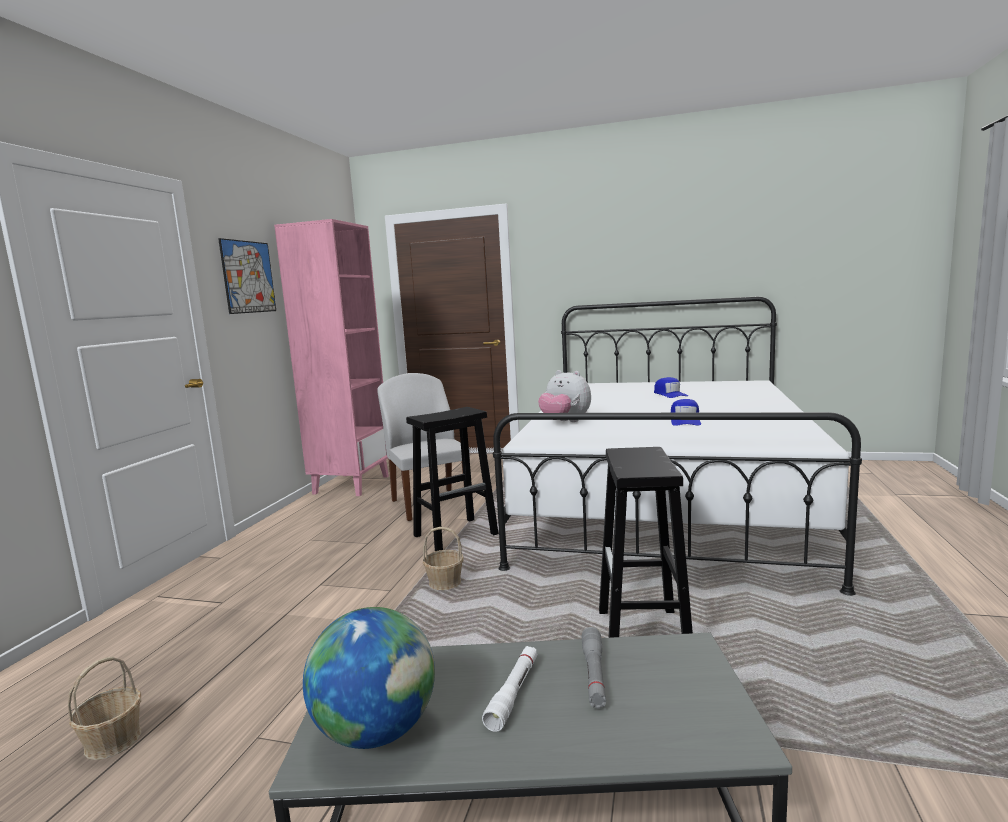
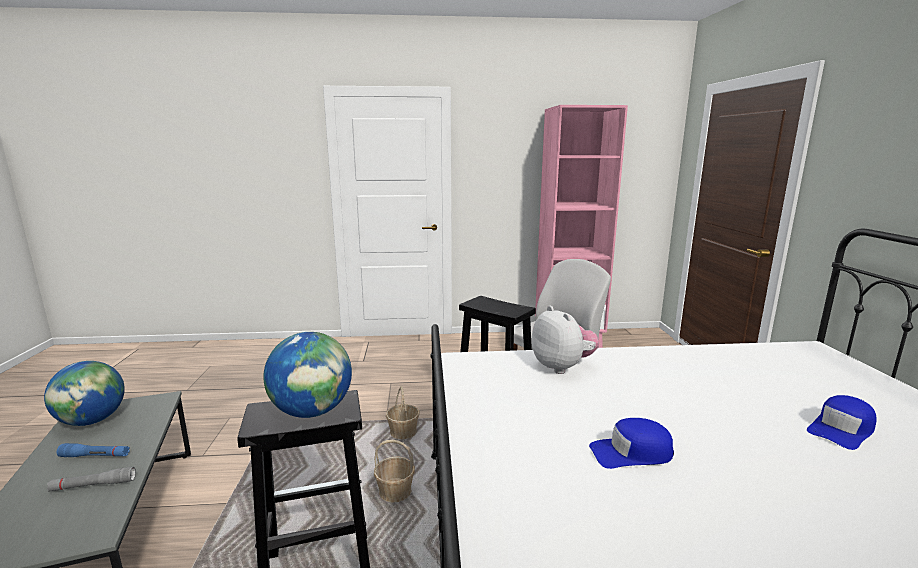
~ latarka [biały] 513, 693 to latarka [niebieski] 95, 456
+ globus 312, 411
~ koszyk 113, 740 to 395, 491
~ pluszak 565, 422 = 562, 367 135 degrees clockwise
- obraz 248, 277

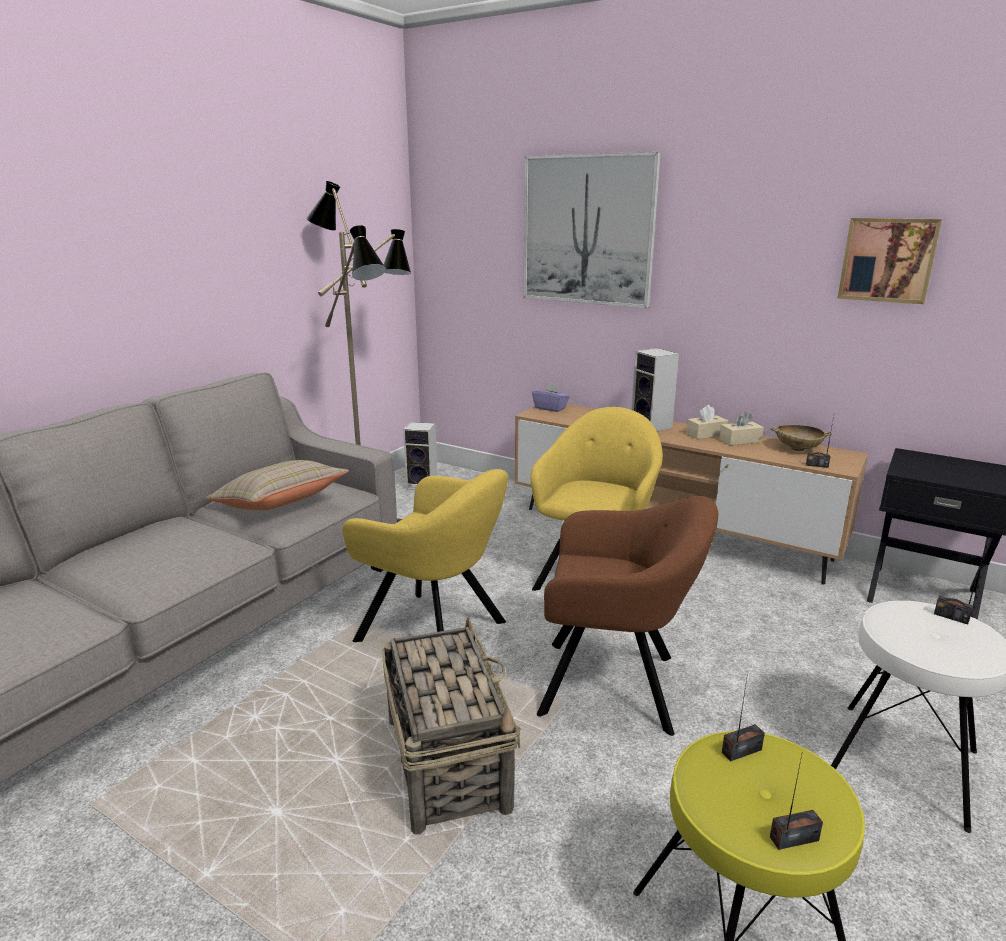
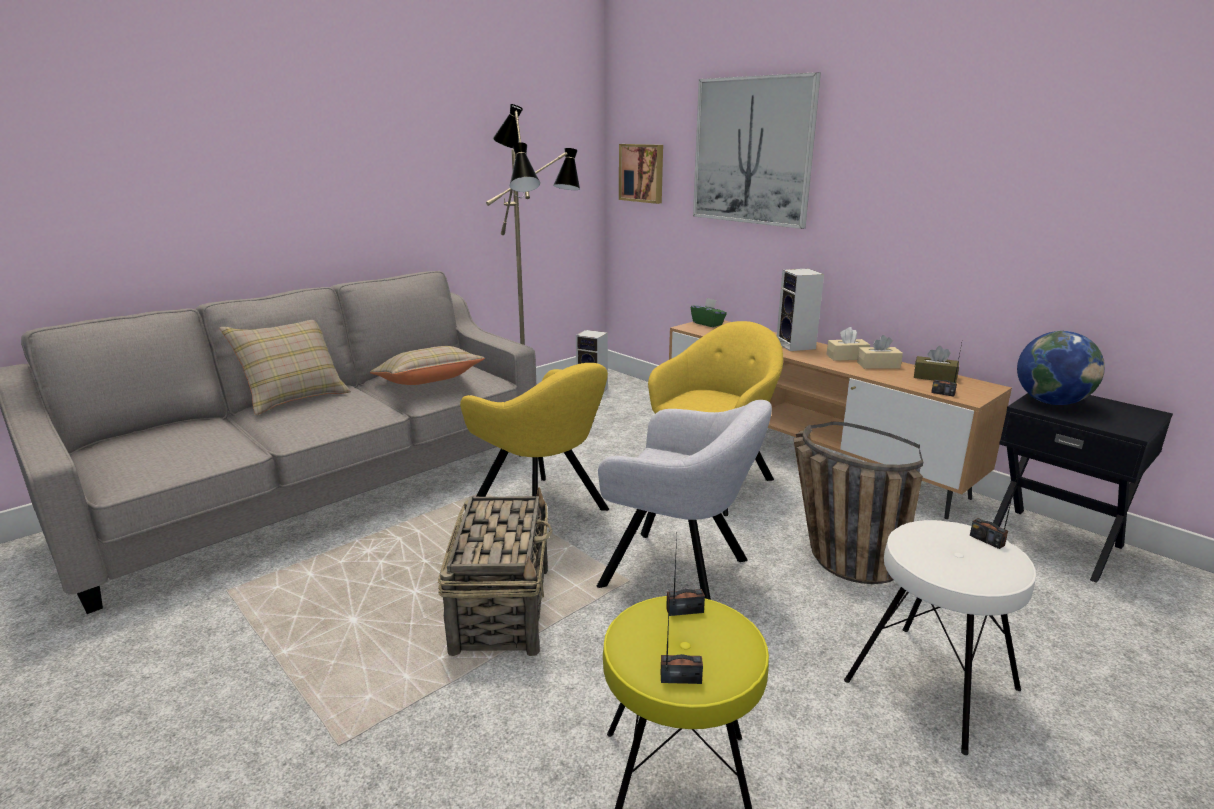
+ poduszka [beżowy] 294, 397
~ fotel [brązowy] 615, 686 to fotel [szary] 681, 575
~ obraz 888, 260 to 642, 173
~ pudełko chusteczek [fioletowy] 550, 408 to pudełko chusteczek [zielony] 708, 323
+ koszyk 834, 557
~ miska [beżowy] 797, 449 to pudełko chusteczek [brązowy] 934, 377
+ globus 1051, 402

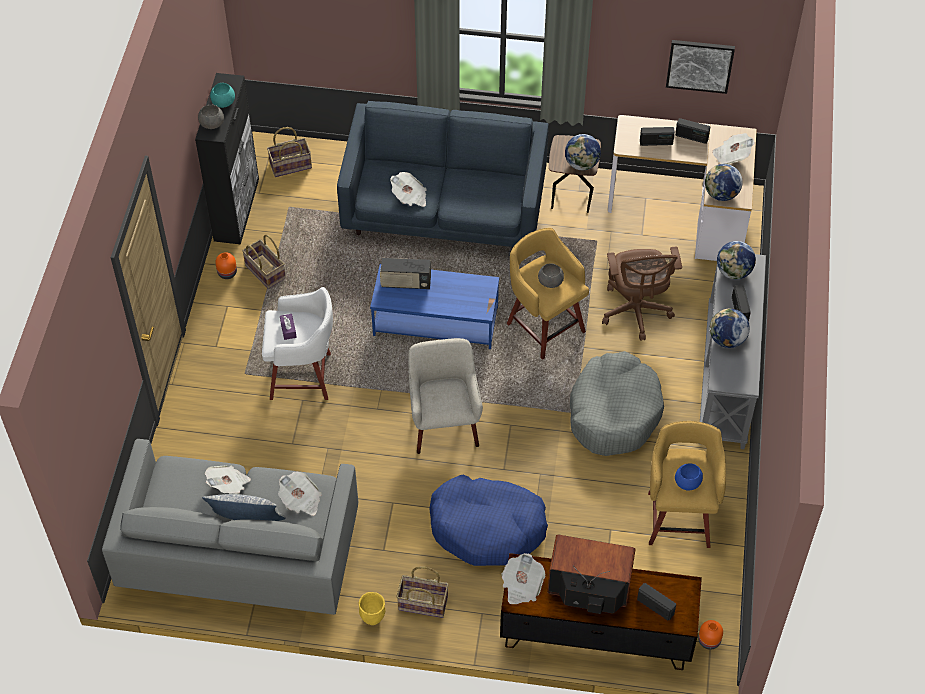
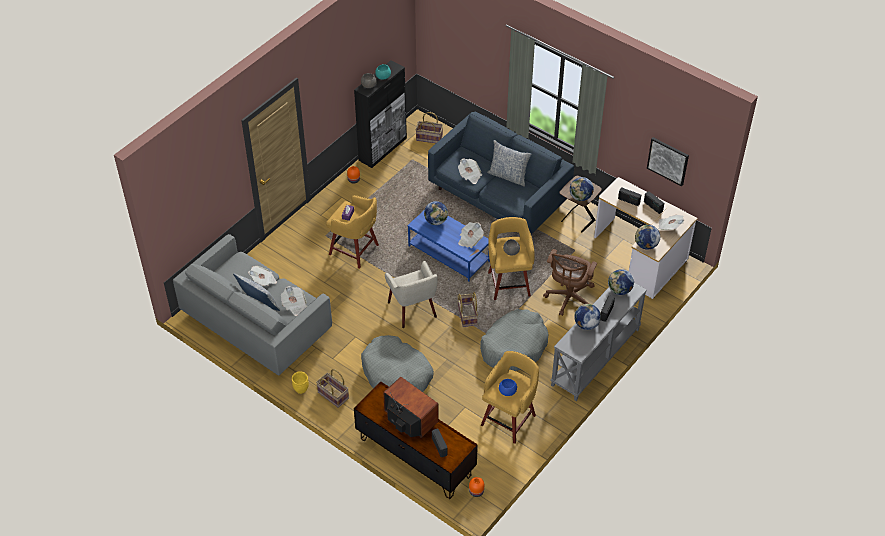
~ stołek [biały] 303, 376 to stołek [żółty] 355, 251
~ legowisko [niebieski] 487, 527 to legowisko [szary] 396, 373
~ fotel [beżowy] 444, 425 = 413, 309 135 degrees clockwise
~ radio 405, 283 to globus 436, 221
~ koszyk 264, 272 to 466, 315
~ gazeta 521, 586 to 470, 240
+ poduszka 508, 176

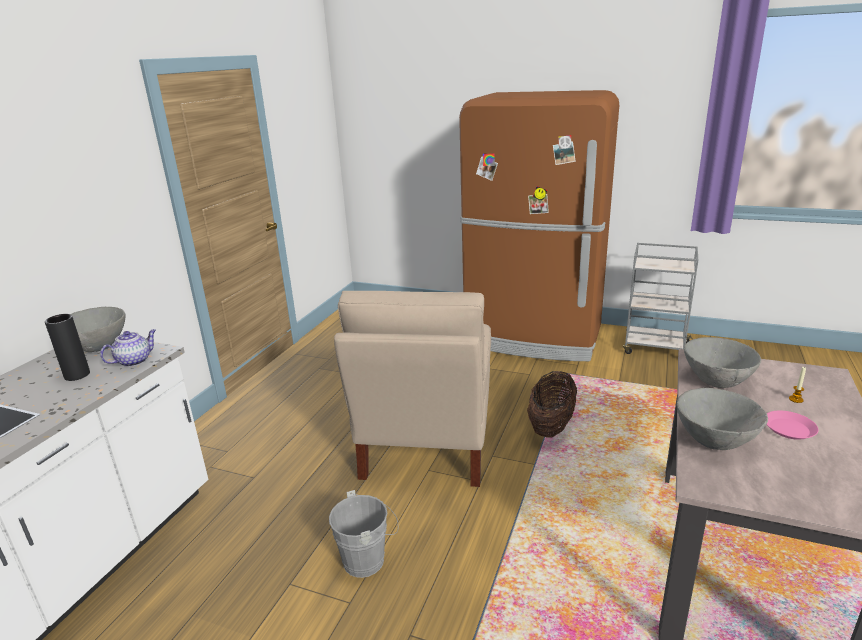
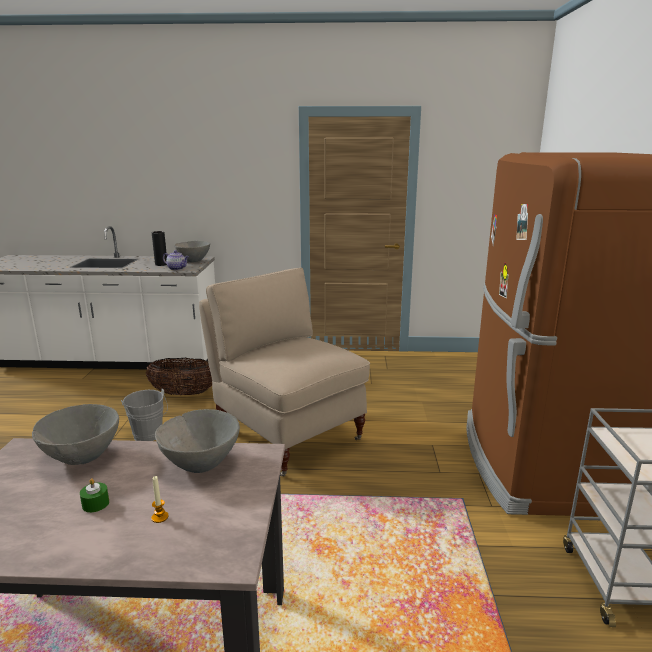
~ talerz [różowy] 789, 428 to świeca [zielony] 95, 504
~ koszyk 551, 425 to 184, 394
~ krzesło [beżowy] 427, 442 = 286, 433 60 degrees clockwise

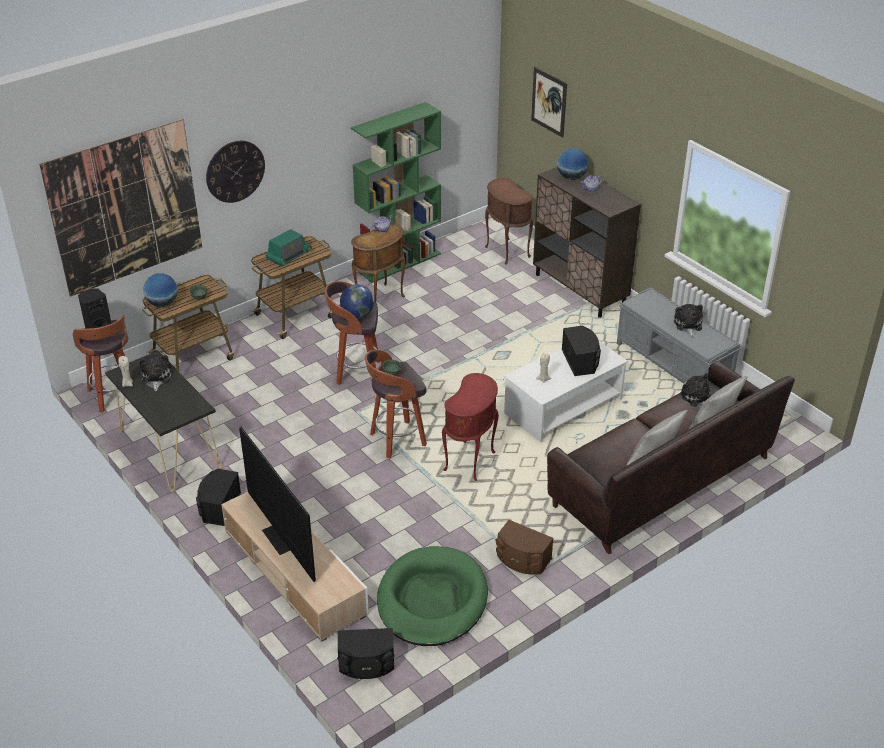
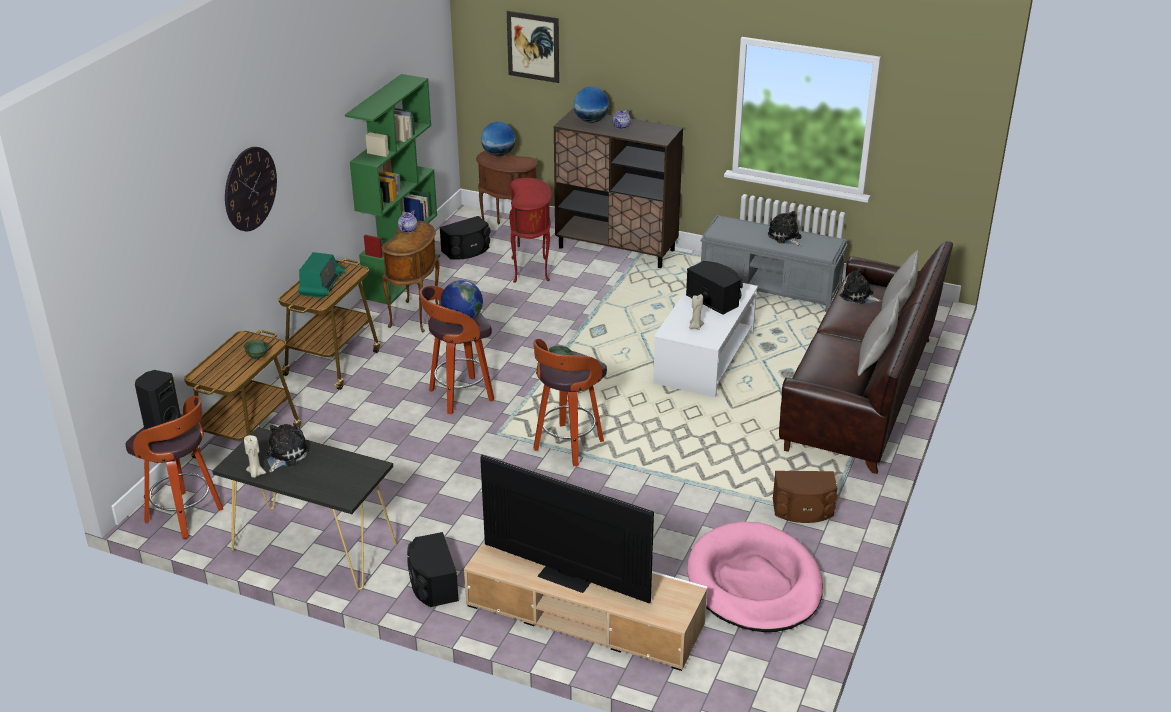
~ pluszak 155, 377 = 285, 455 60 degrees clockwise
~ głośnik [czarny] 366, 664 to 467, 250
~ globus 162, 303 to 498, 154
~ stolik [czerwony] 471, 462 to 532, 270
~ legowisko [zielony] 432, 600 to legowisko [różowy] 754, 583
- obraz 125, 208

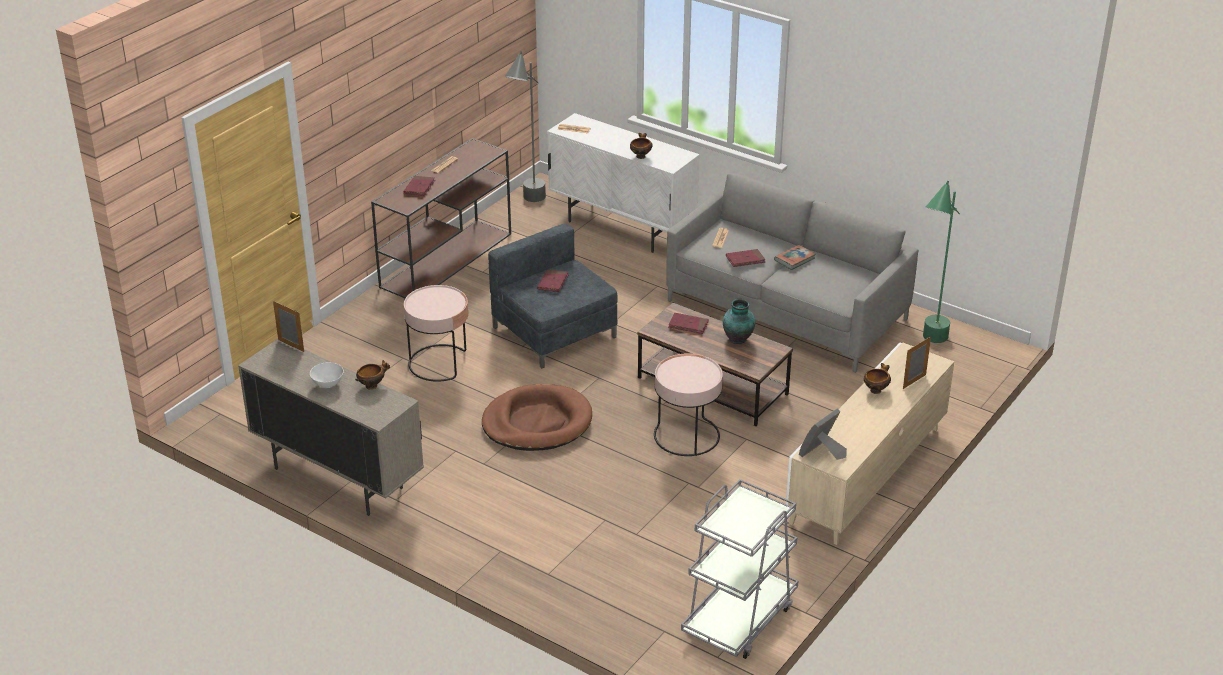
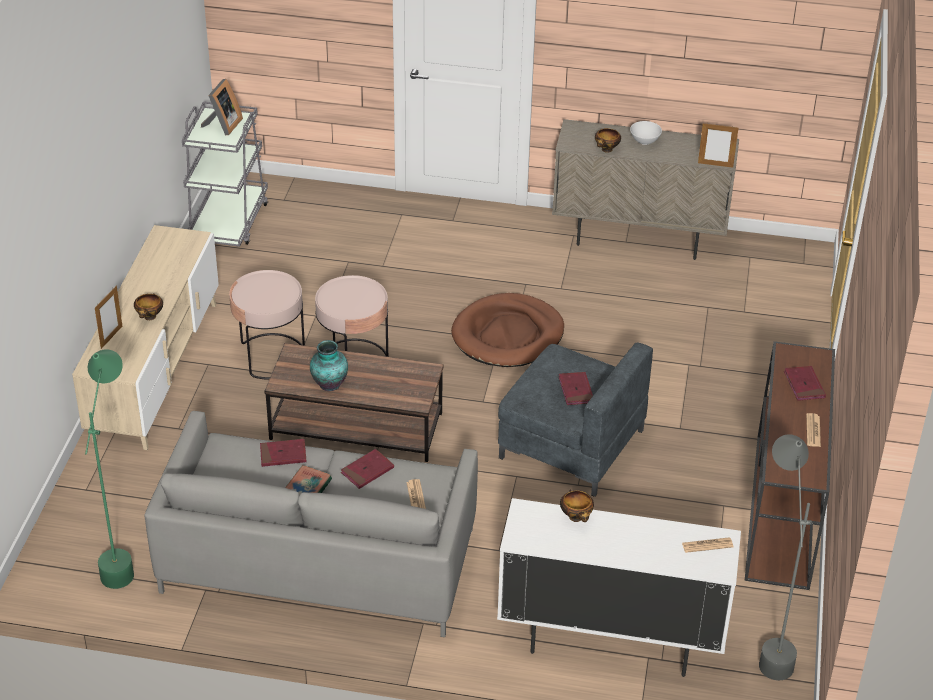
~ ramka na zdjęcie 822, 453 to 223, 126
~ stolik [różowy] 439, 363 to 270, 357
~ książka [czerwony] 688, 325 to 283, 455

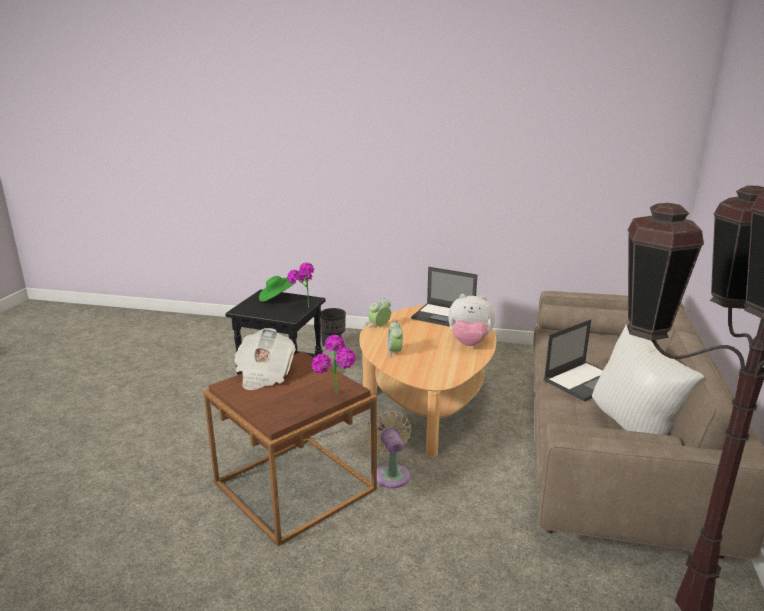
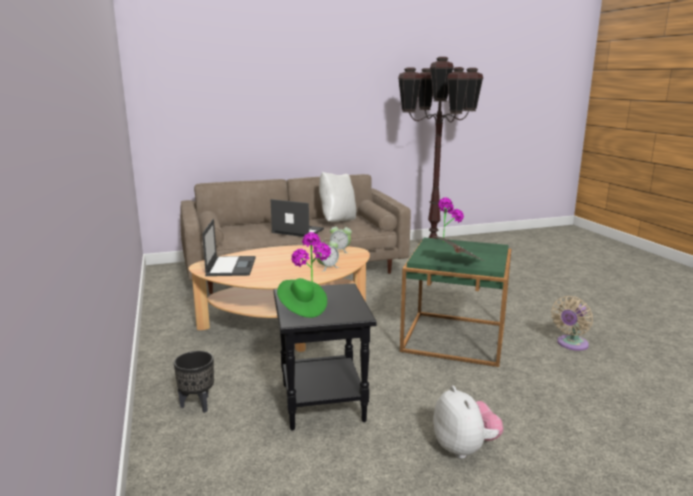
~ budzik 379, 326 to 340, 250
~ stolik [brązowy] 295, 486 to stolik [zielony] 454, 337
~ pluszak 469, 343 to 464, 448
~ wentylator [beżowy] 391, 473 to 571, 344

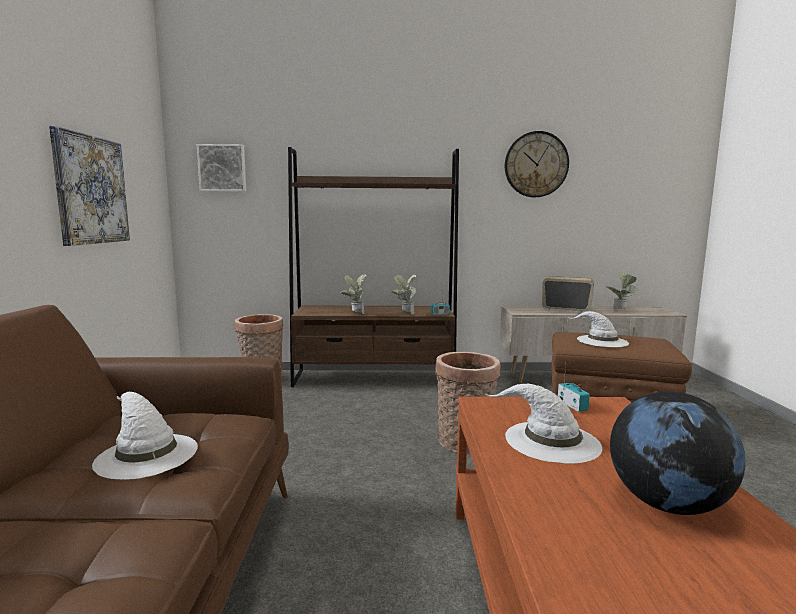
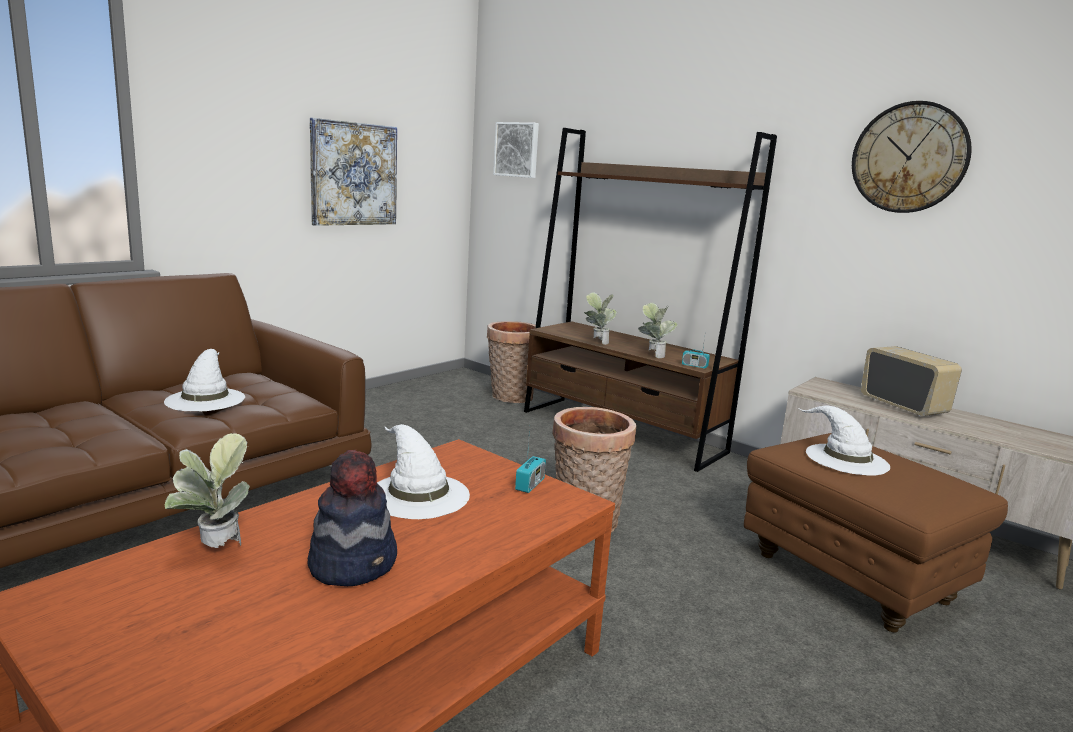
~ roślina doniczkowa 621, 310 to 213, 552
~ globus 667, 504 to kapelusz 354, 563

